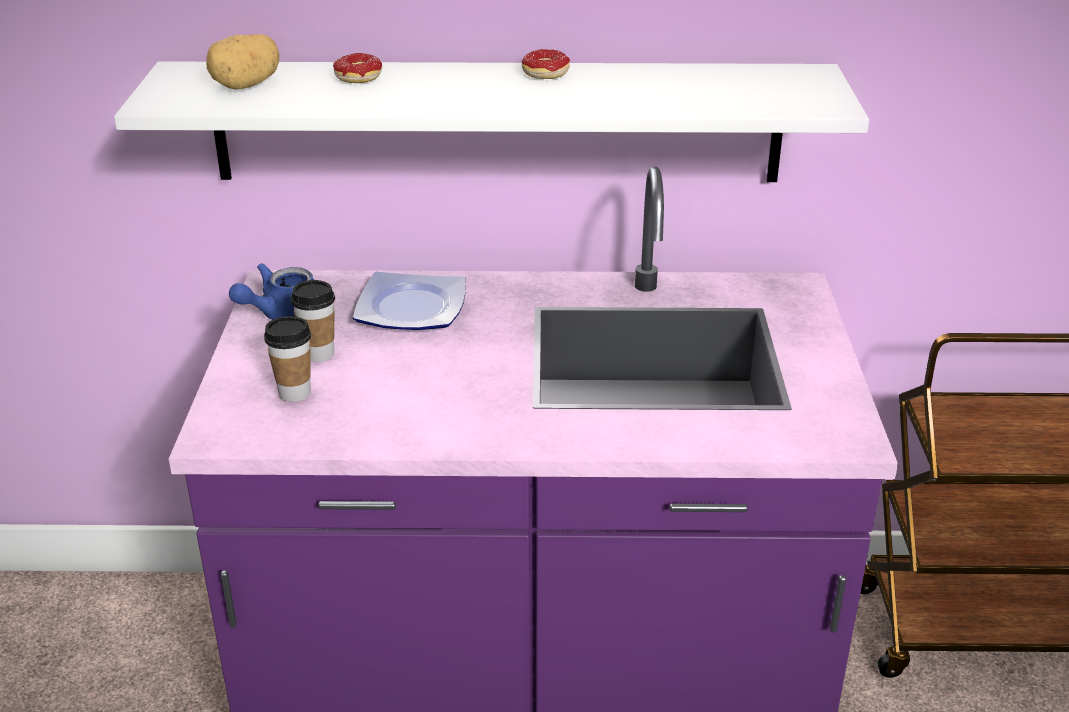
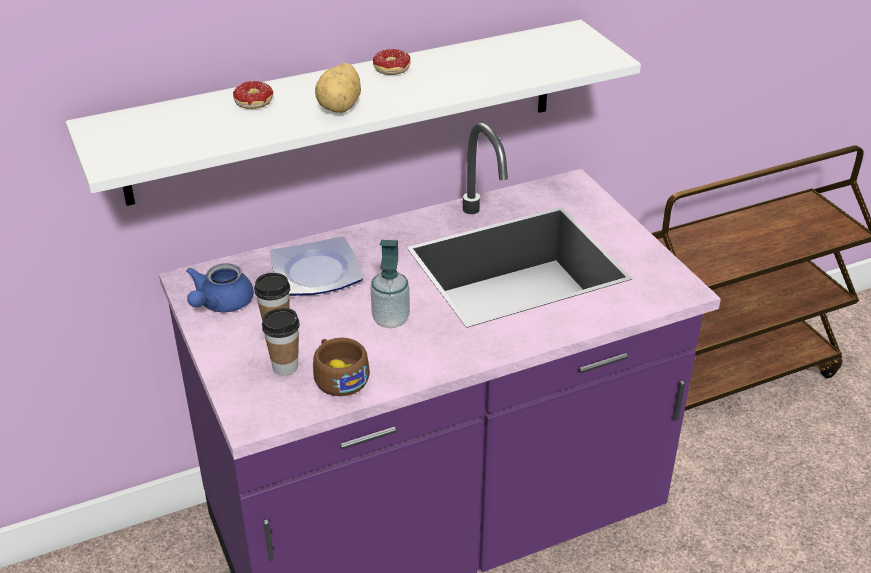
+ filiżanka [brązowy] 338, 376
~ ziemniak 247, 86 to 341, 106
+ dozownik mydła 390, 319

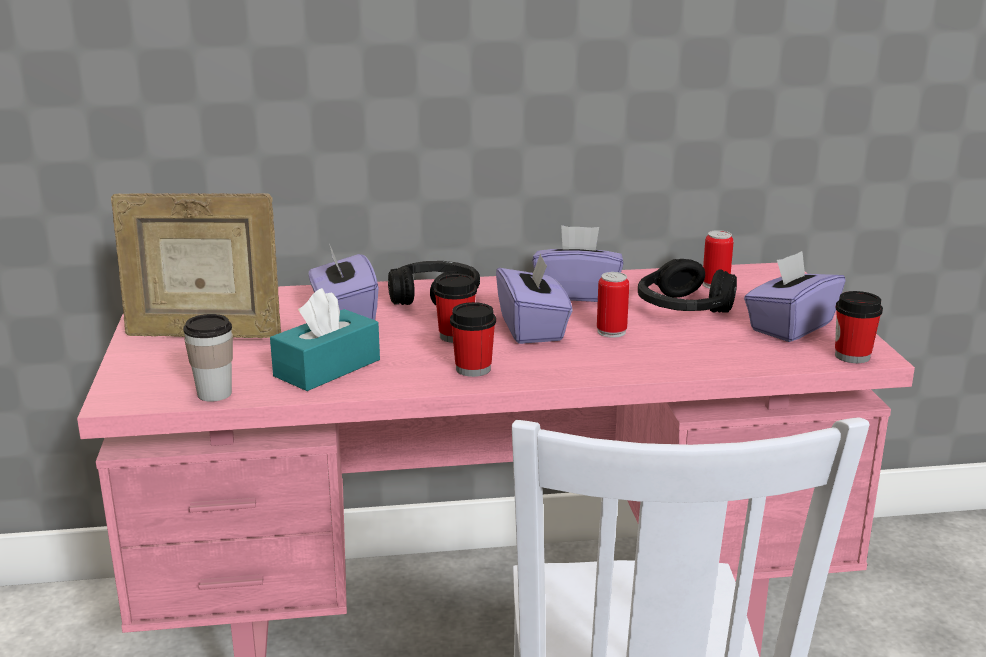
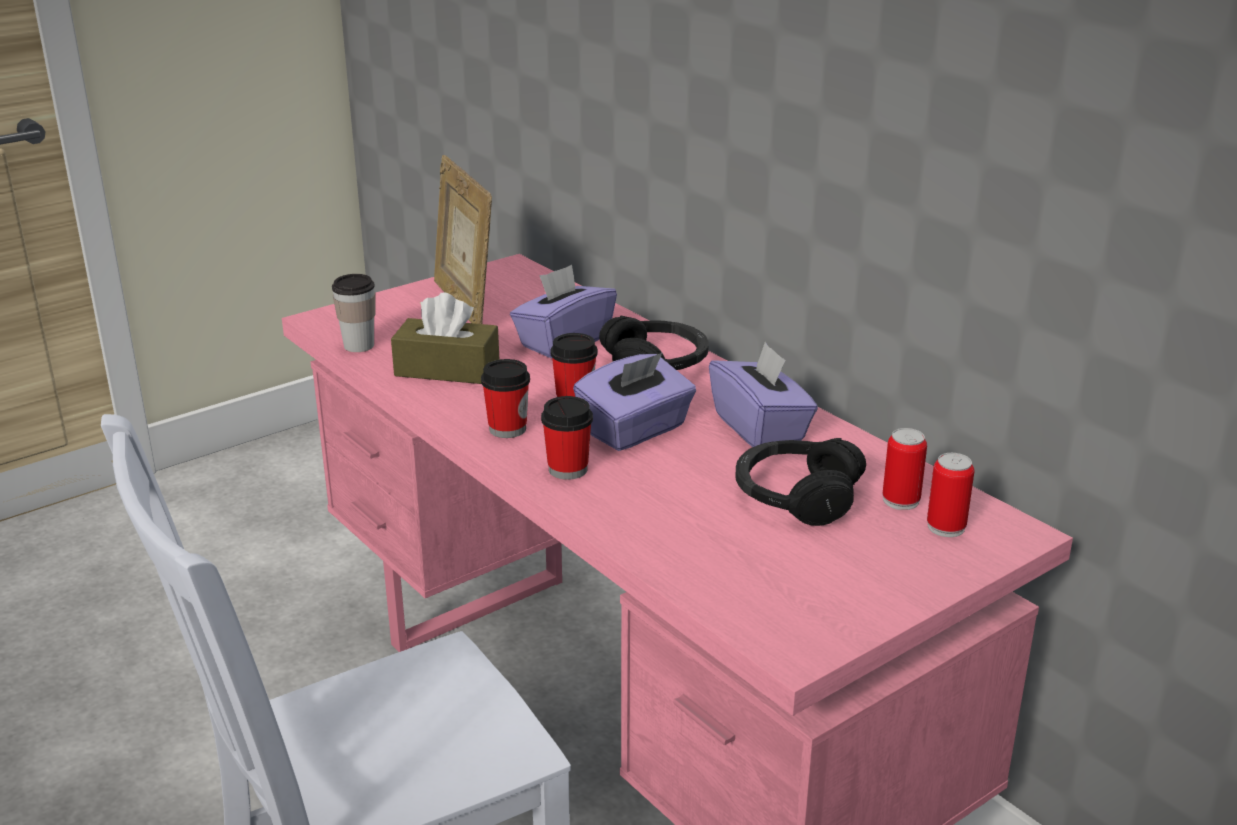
~ pudełko chusteczek [turkusowy] 327, 368 to pudełko chusteczek [brązowy] 447, 369
~ filiżanka 852, 356 to 568, 469
~ puszka 611, 331 to 946, 527
- pudełko chusteczek [fioletowy] 790, 326

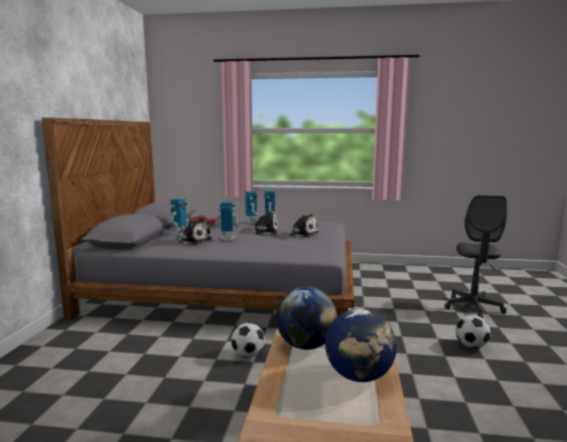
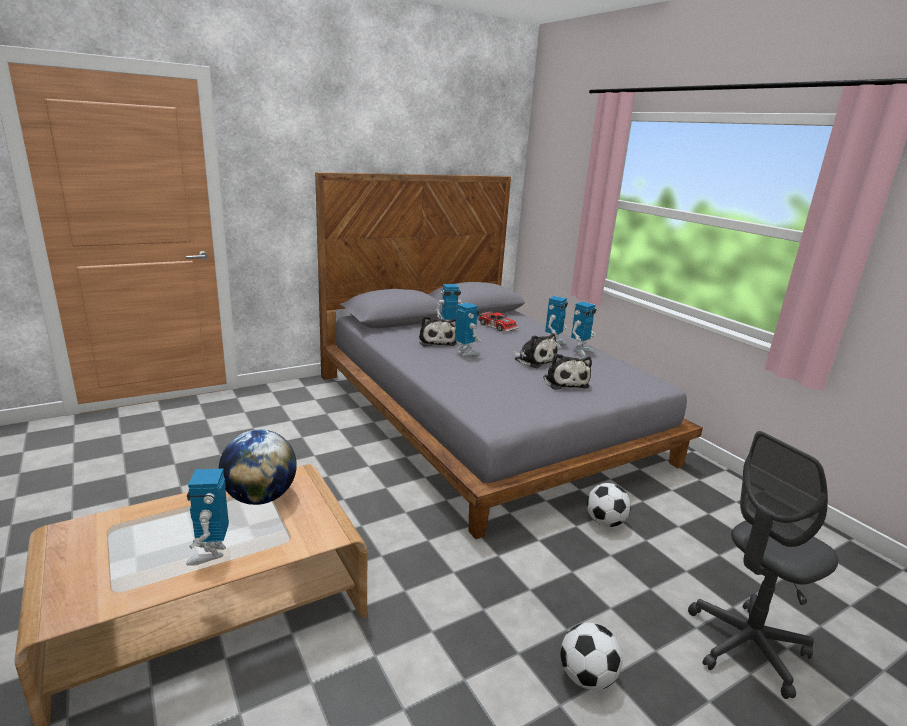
~ globus 359, 376 to robot zabawkowy 210, 552
~ piłka futbolowa 248, 355 to 605, 522

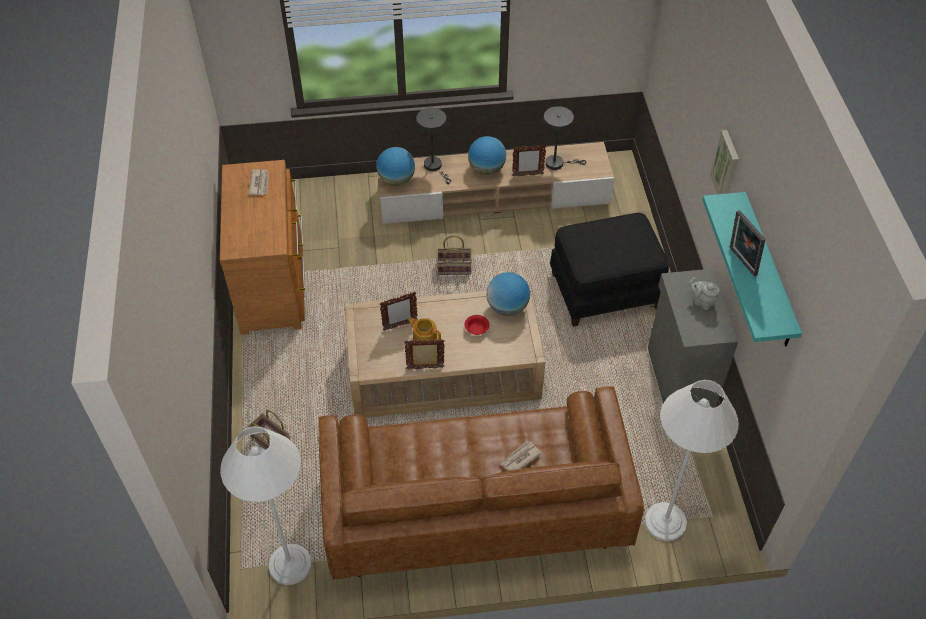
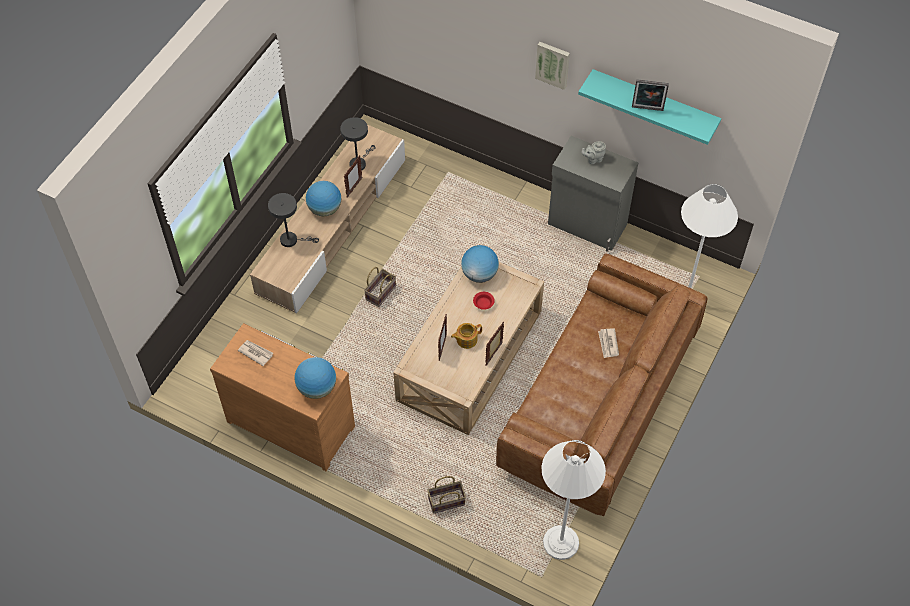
~ globus 396, 180 to 317, 388
- pufa [czarny] 605, 289

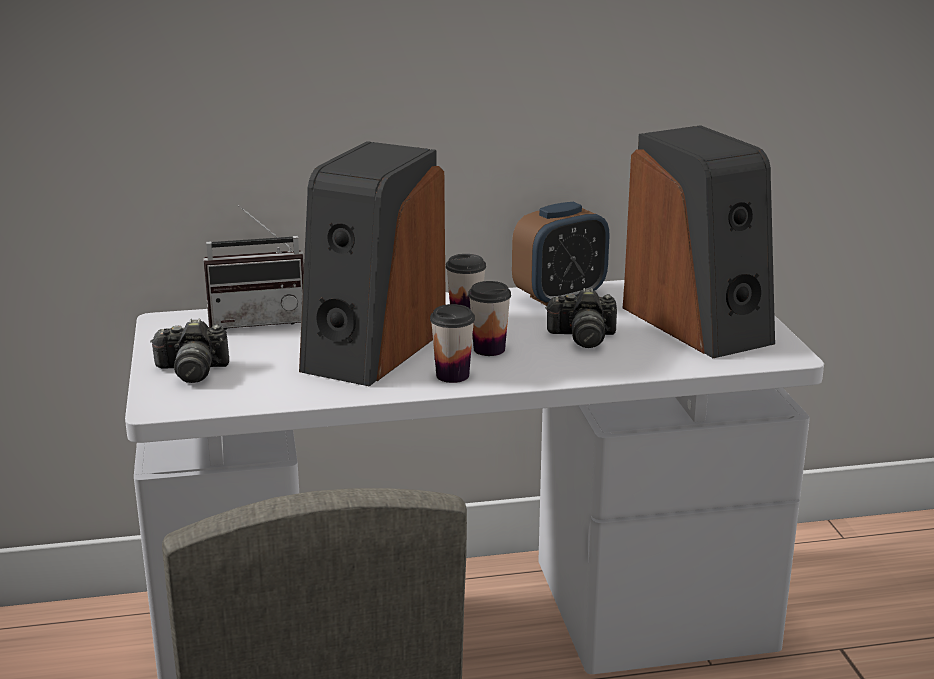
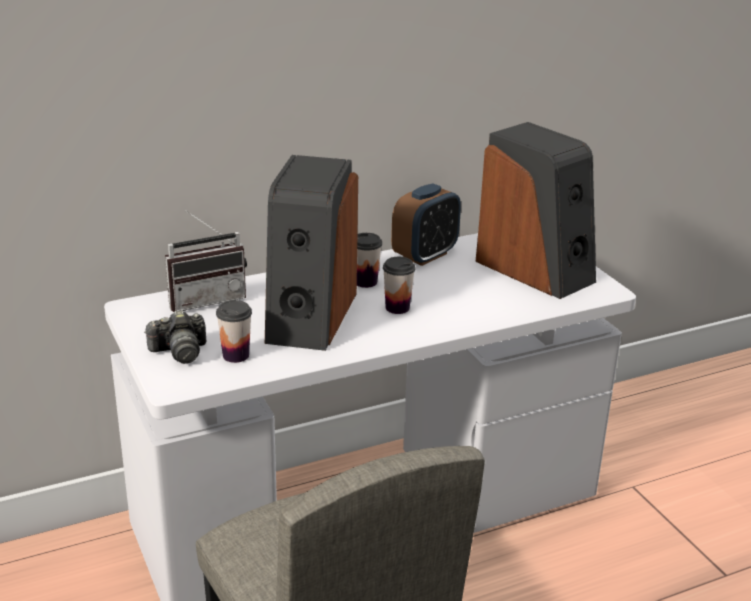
~ filiżanka 452, 375 to 236, 355
- aparat fotograficzny 582, 337

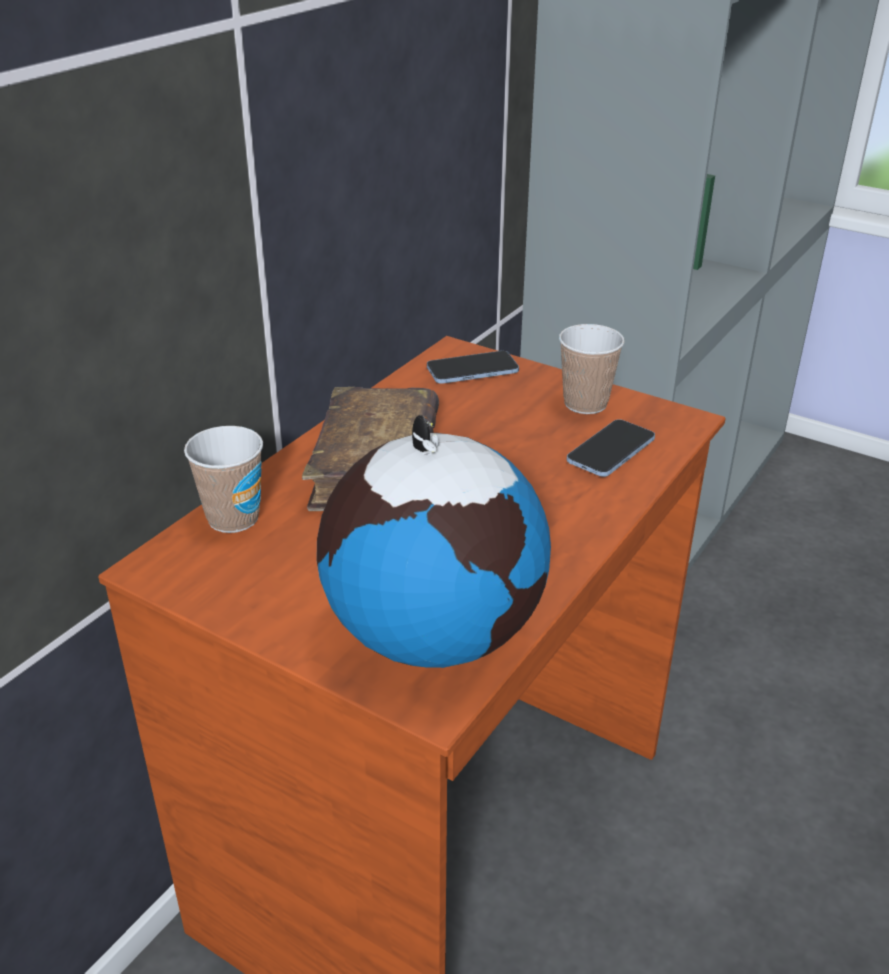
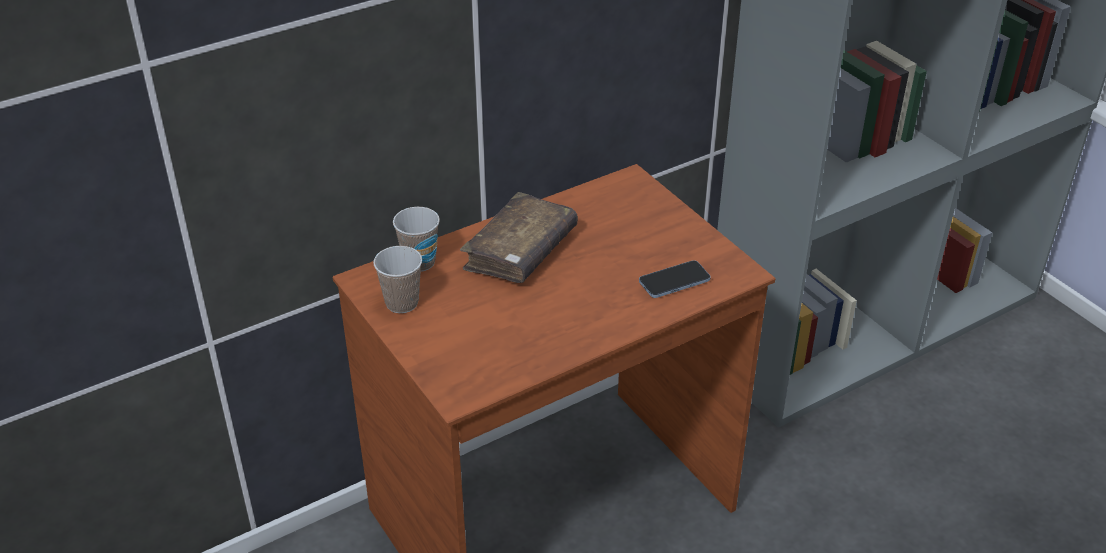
~ filiżanka 585, 404 to 402, 303
- globus 433, 634
- telefon 472, 370

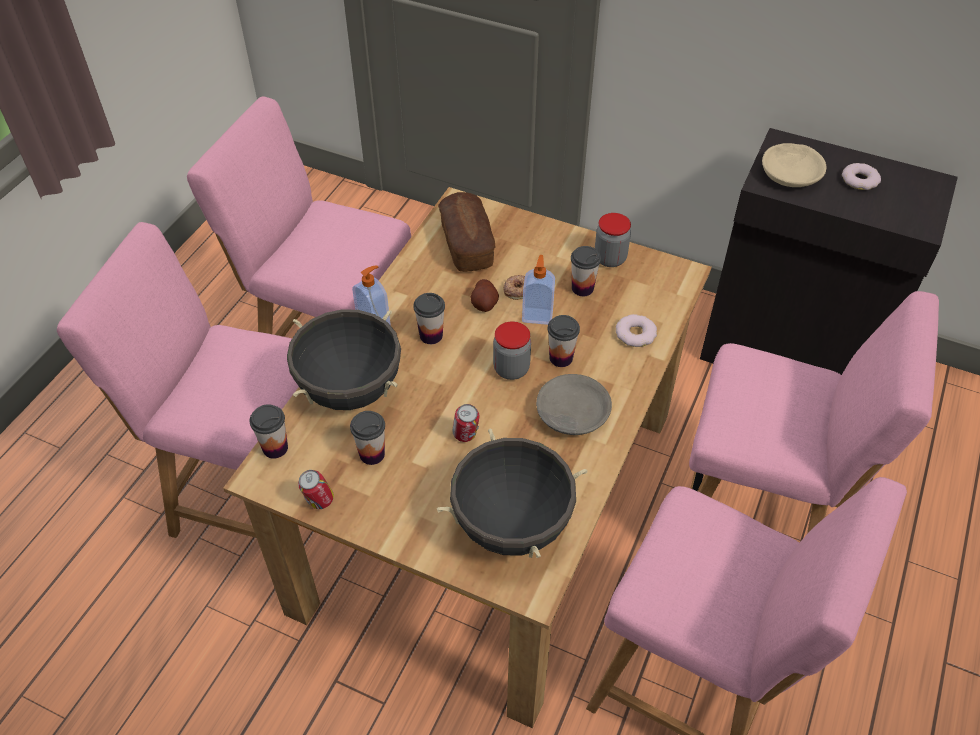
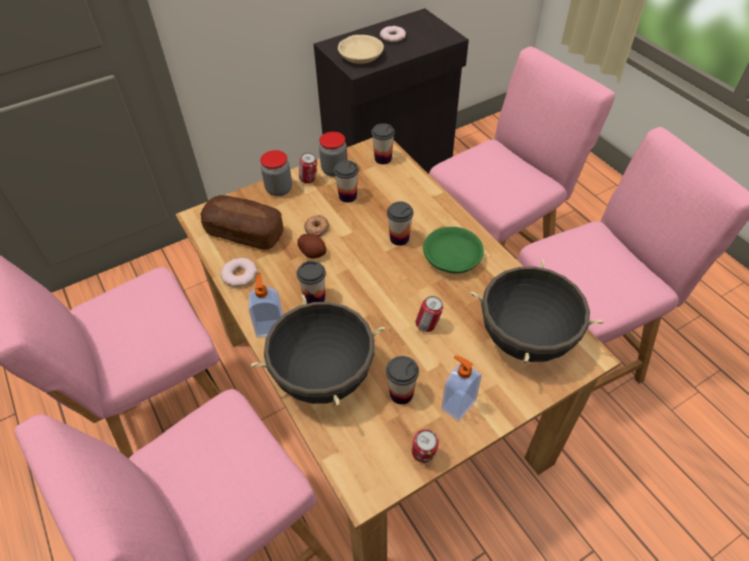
~ donut 635, 334 to 239, 275
~ słoik 511, 369 to 279, 189
+ puszka 309, 180
~ filiżanka 275, 448 to 383, 159
~ miska [szary] 571, 413 to miska [zielony] 452, 258
~ dozownik mydła 537, 315 to 457, 404

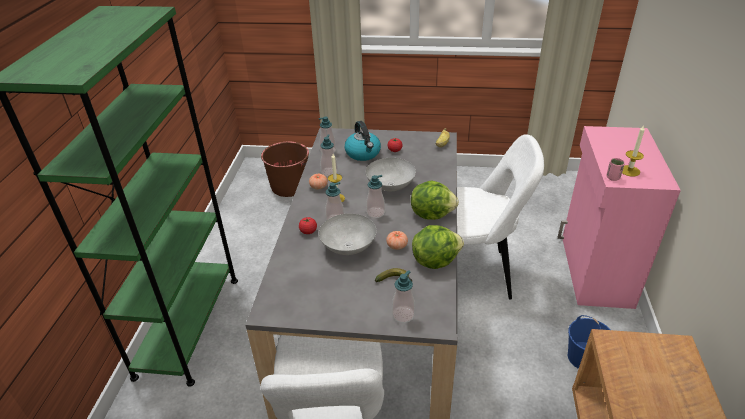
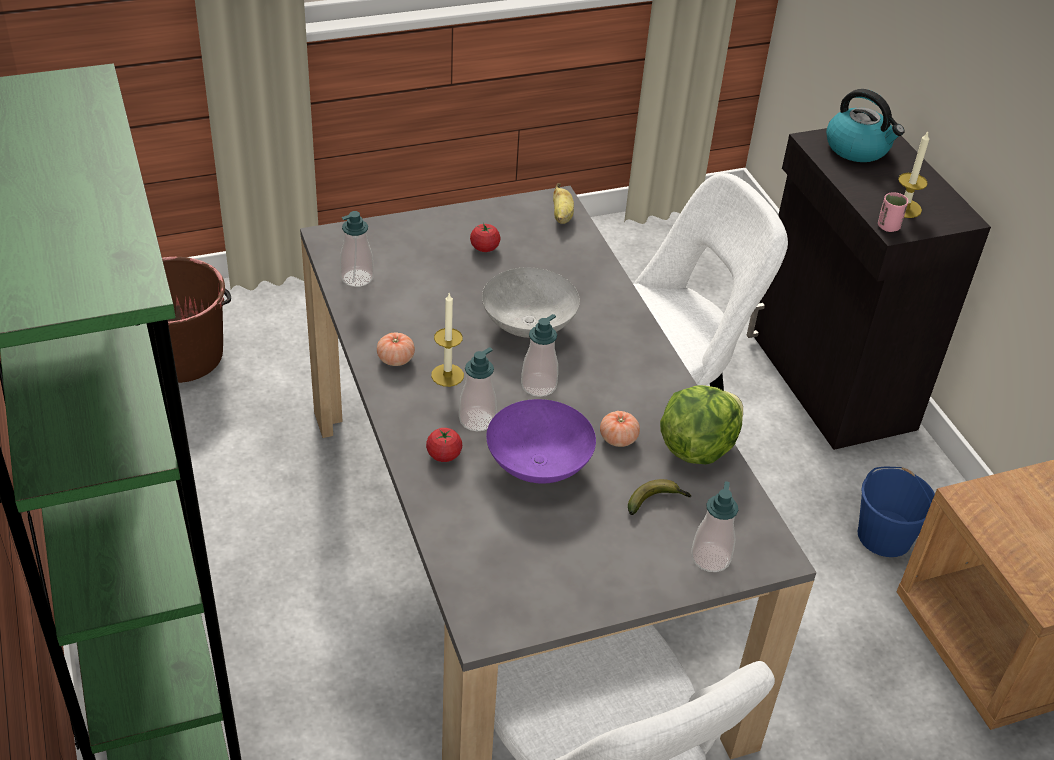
~ miska [szary] 349, 247 to miska [fioletowy] 540, 465
~ szafka [różowy] 594, 271 to szafka [czarny] 829, 381
~ czajnik 363, 153 to 858, 148
- dozownik mydła 329, 172
- sałata 432, 214

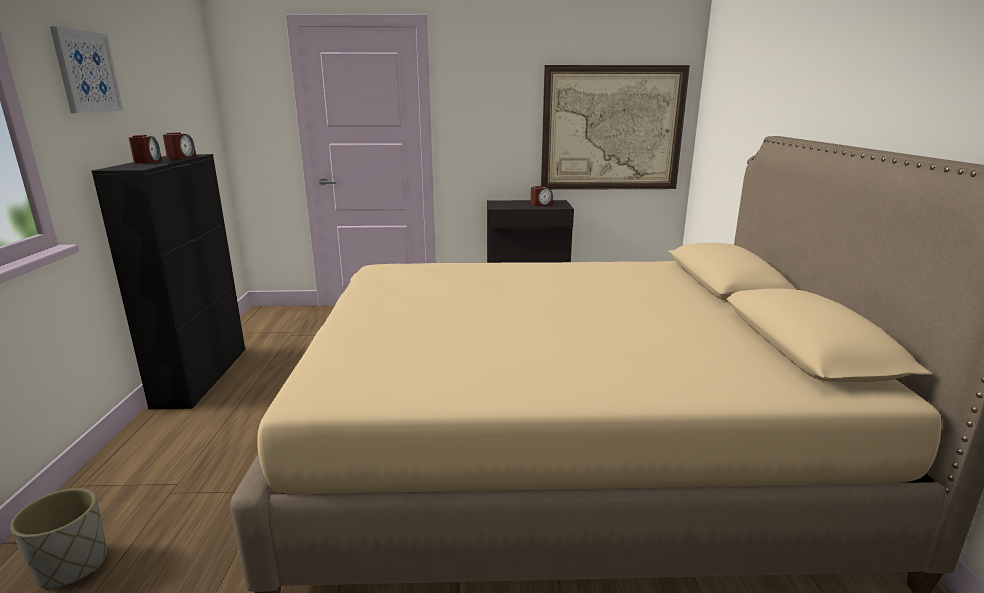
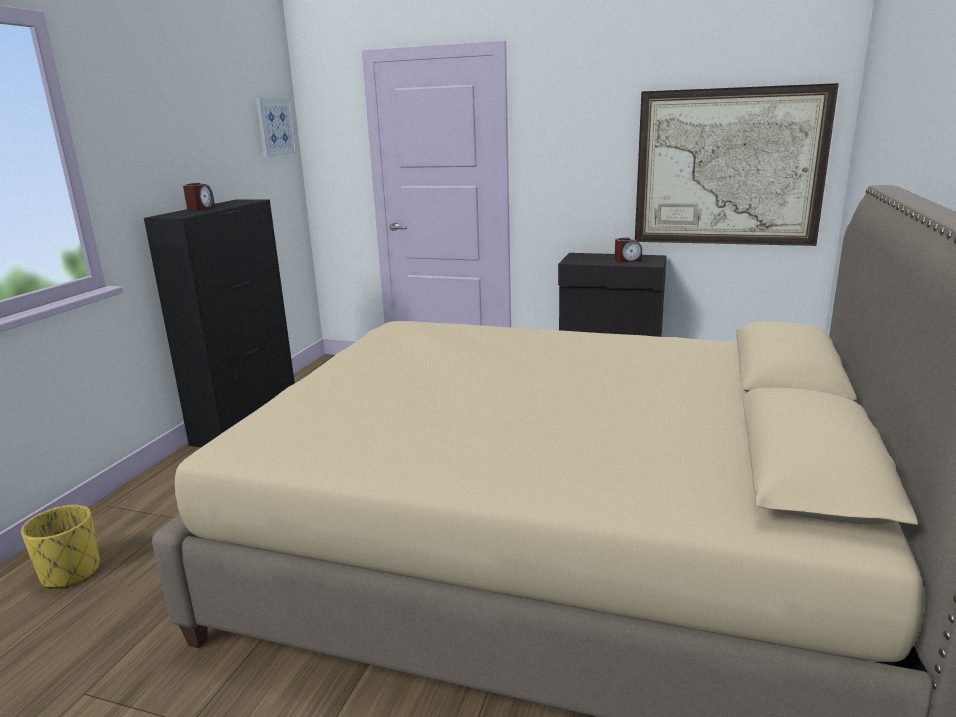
~ donica [szary] 72, 566 to donica [żółty] 70, 573
~ obraz 86, 72 to 275, 127
- budzik 181, 157

